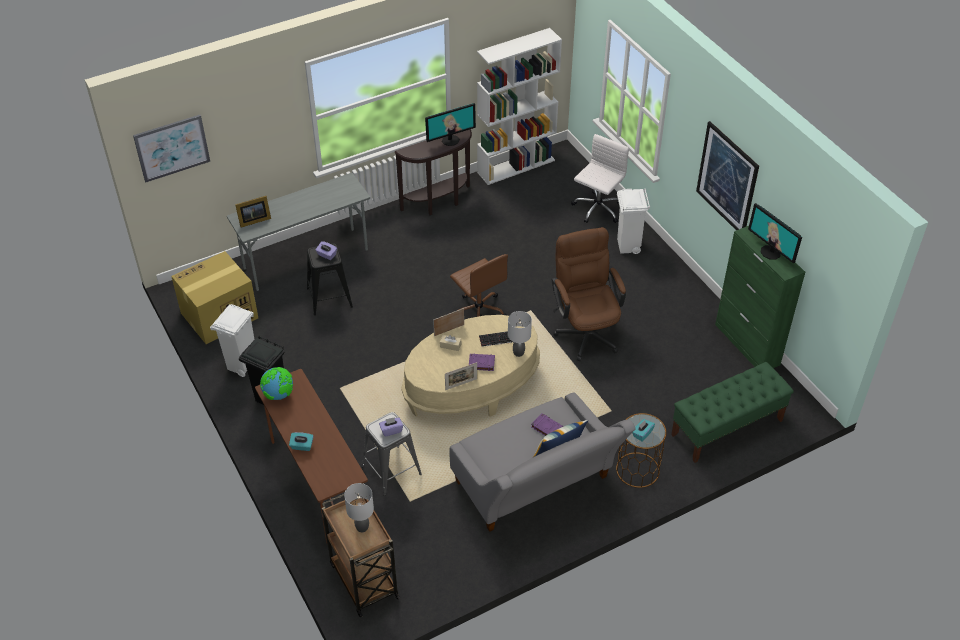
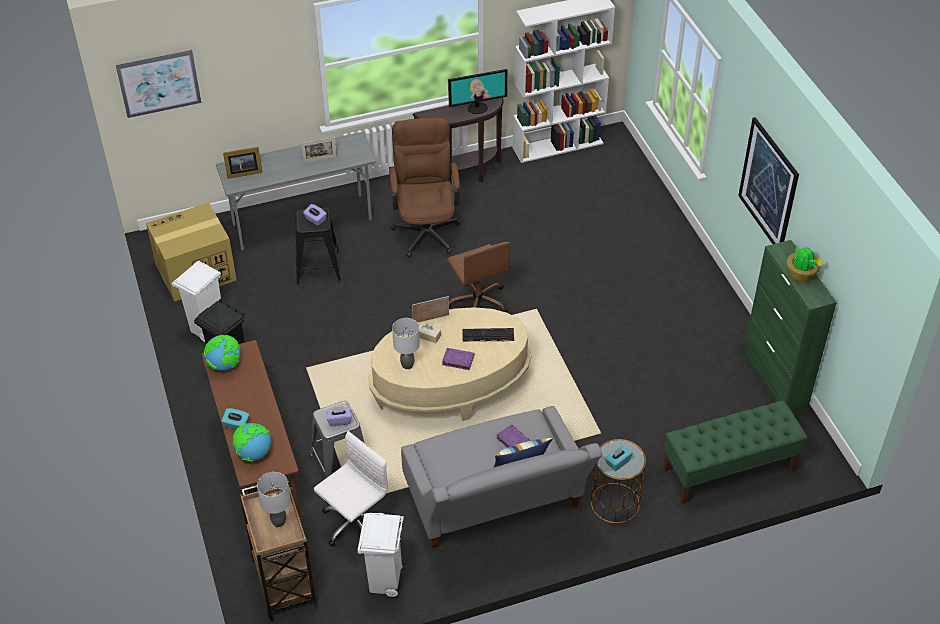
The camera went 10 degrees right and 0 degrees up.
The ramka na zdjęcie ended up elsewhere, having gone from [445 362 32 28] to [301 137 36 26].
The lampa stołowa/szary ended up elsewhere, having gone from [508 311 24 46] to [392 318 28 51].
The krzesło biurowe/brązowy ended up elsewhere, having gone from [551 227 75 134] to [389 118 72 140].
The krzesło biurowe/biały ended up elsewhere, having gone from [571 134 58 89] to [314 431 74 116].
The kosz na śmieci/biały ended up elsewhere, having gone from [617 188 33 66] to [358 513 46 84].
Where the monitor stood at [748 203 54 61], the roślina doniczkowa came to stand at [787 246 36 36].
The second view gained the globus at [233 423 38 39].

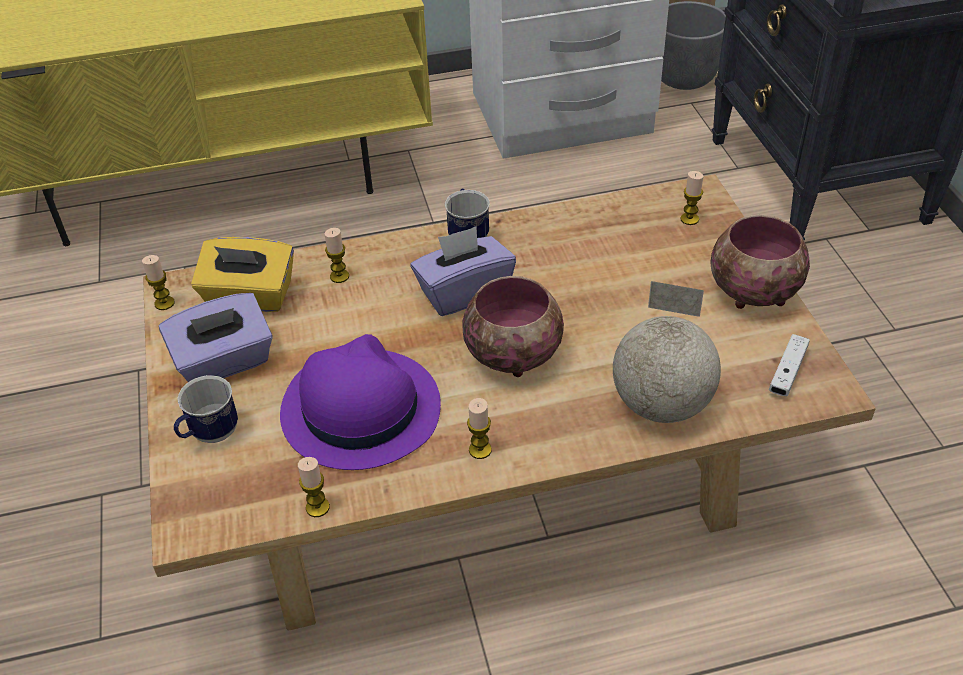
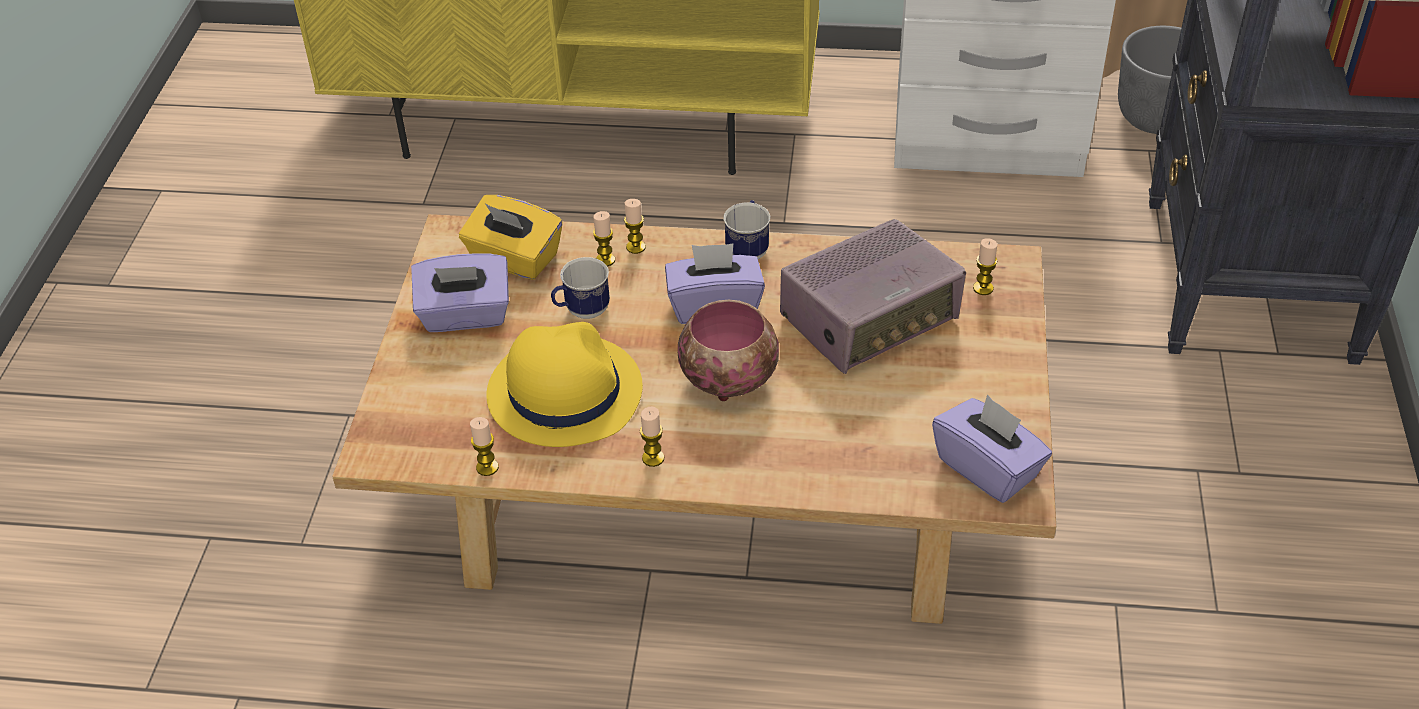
The camera went 20 degrees right and 0 degrees up.
The świeca ended up elsewhere, having gone from [142 255 33 55] to [624 199 22 55].
The kubek ended up elsewhere, having gone from [174 375 64 68] to [551 257 59 62].
What was the kapelusz/fioletowy at [280 334 161 136] turned into the kapelusz/żółty at [486 322 157 125].
The second view lost the globus at [613 281 108 142].
The second view lost the miska at [710 215 100 94].
Where the pad do gier/biały stood at [769 334 41 62], the pudełko chusteczek/fioletowy came to stand at [932 394 120 109].
The second view gained the radio at [780 219 186 155].

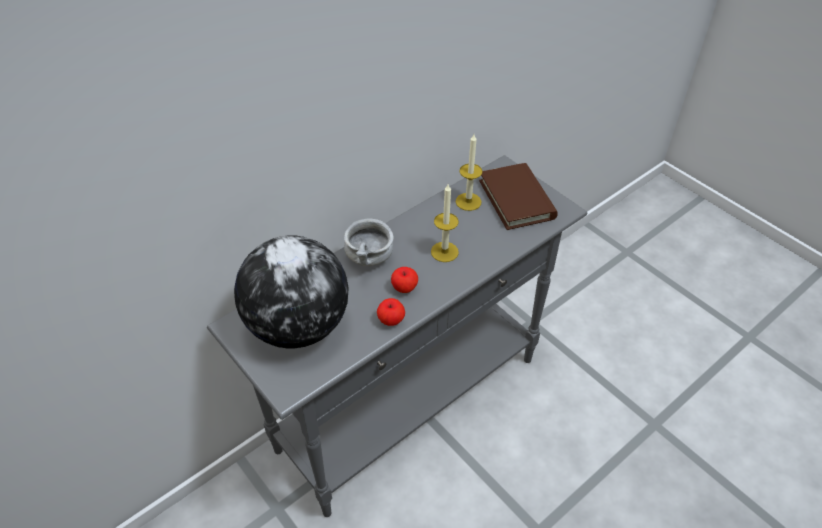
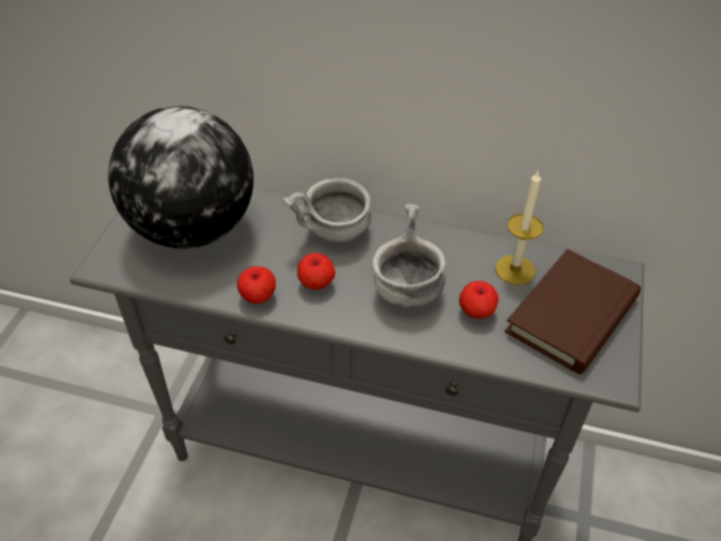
The camera went 55 degrees right and 0 degrees up.
Where the świeca stood at [431 184 28 78], the miska/szary came to stand at [372 204 74 104].
The second view gained the jabłko at [459 281 40 38].

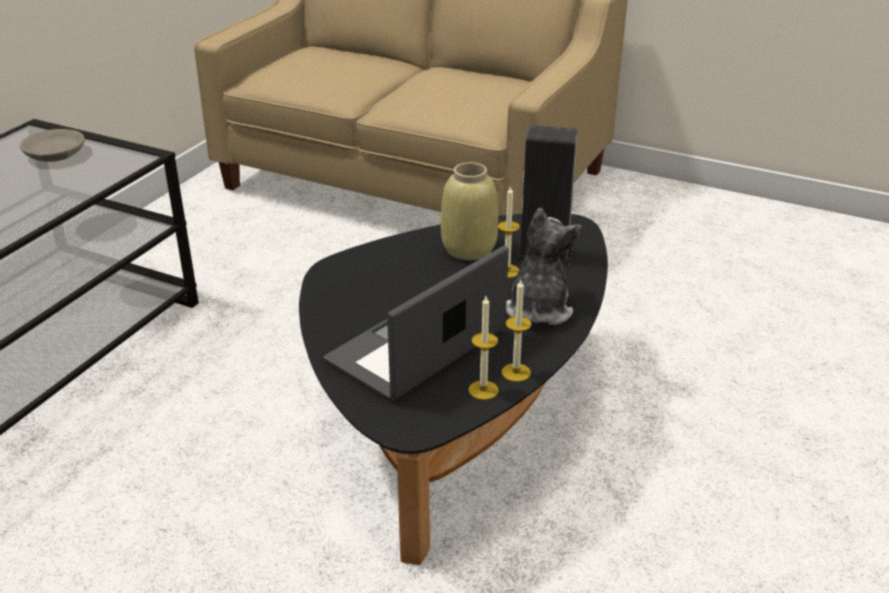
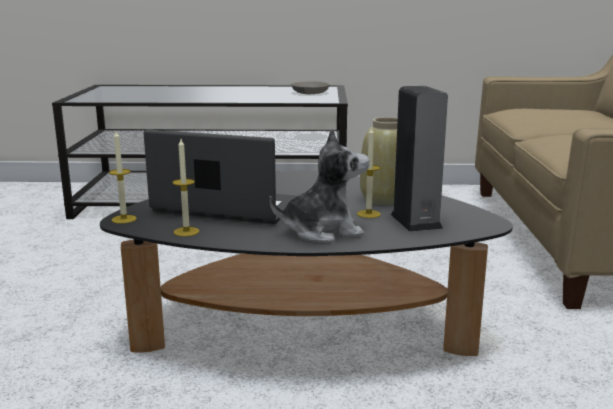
The camera went 65 degrees right and 15 degrees down.
The świeca ended up elsewhere, having gone from [501 280 31 102] to [109 131 27 93].

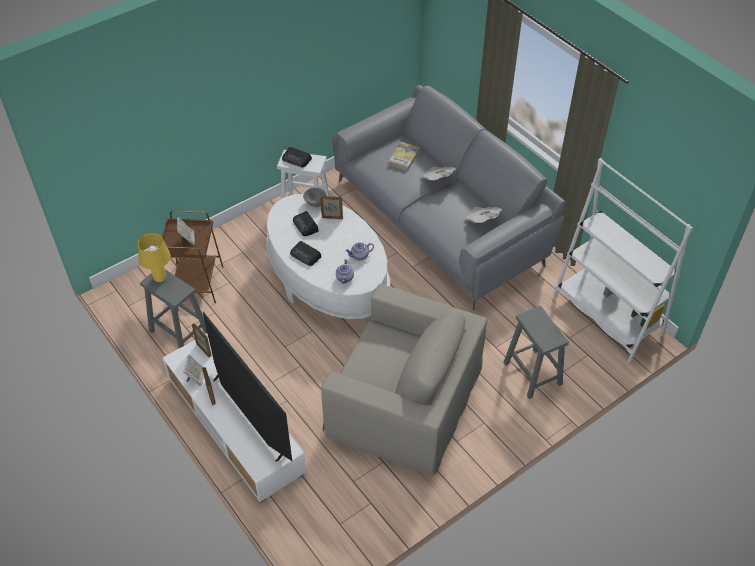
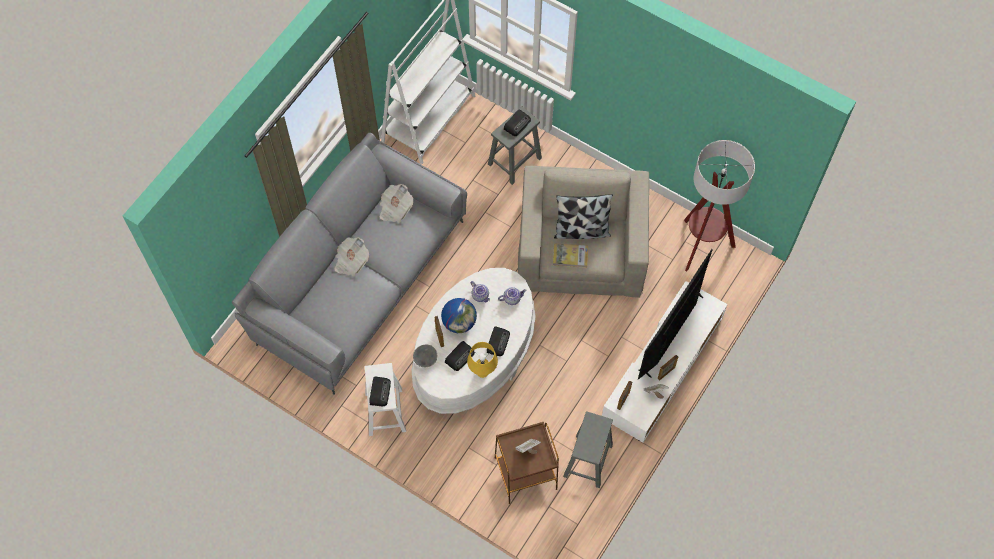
The camera went 110 degrees left and 15 degrees up.
The lampa stołowa/żółty ended up elsewhere, having gone from [138 233 33 49] to [467 342 31 36].
The książka ended up elsewhere, having gone from [388 142 32 29] to [553 244 35 24].
The second view gained the globus at [441 298 36 35].
The second view gained the radio at [504 109 27 27].
The second view gained the poduszka at [554 194 59 45].
The second view gained the lampa stojąca at [684 140 71 131].

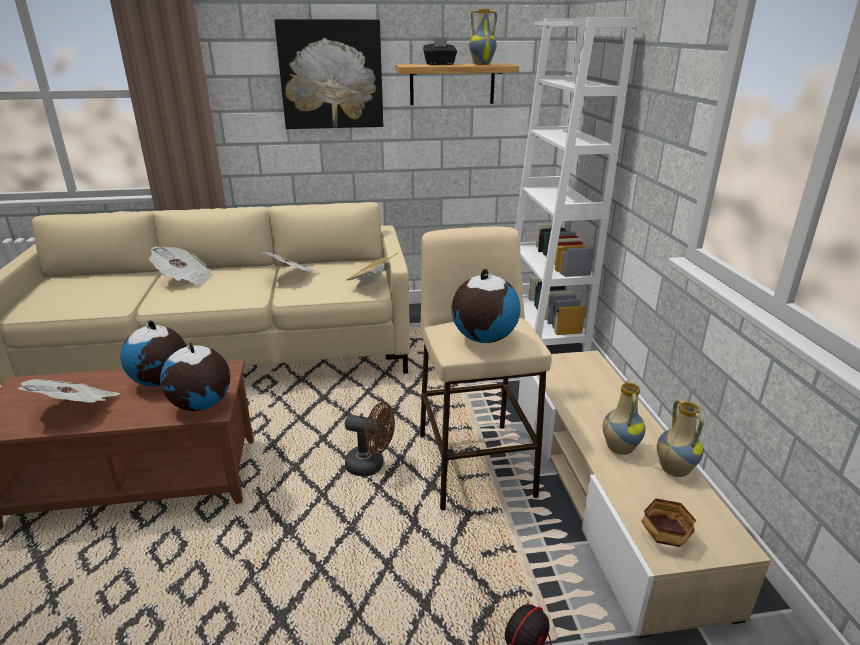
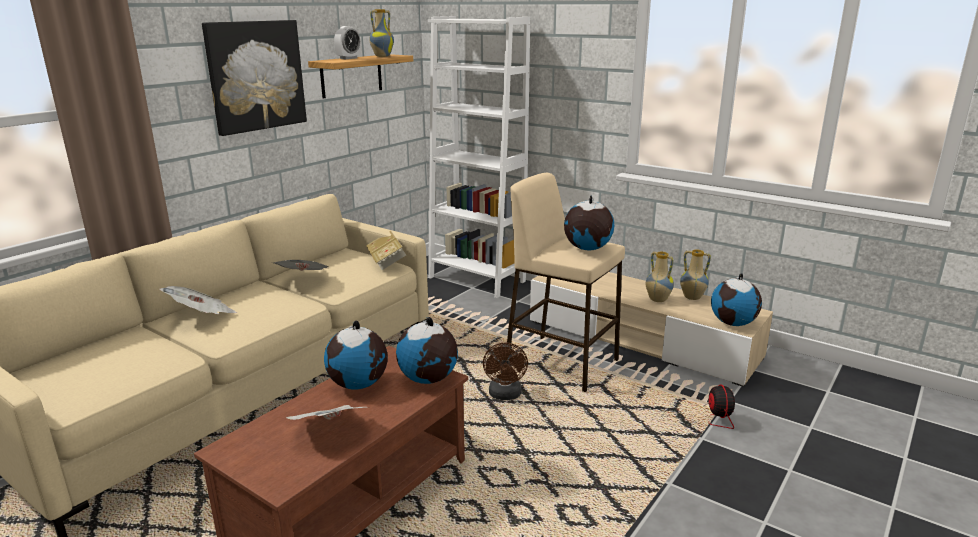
The camera went 45 degrees left and 5 degrees down.
The wentylator/brązowy at [345 402 50 74] ended up facing another way, 120 degrees clockwise from before.
Where the pudełko chusteczek/czarny stood at [423 37 34 28], the budzik came to stand at [334 26 27 33].
Where the miska stood at [641 499 56 48], the globus came to stand at [711 273 51 53].

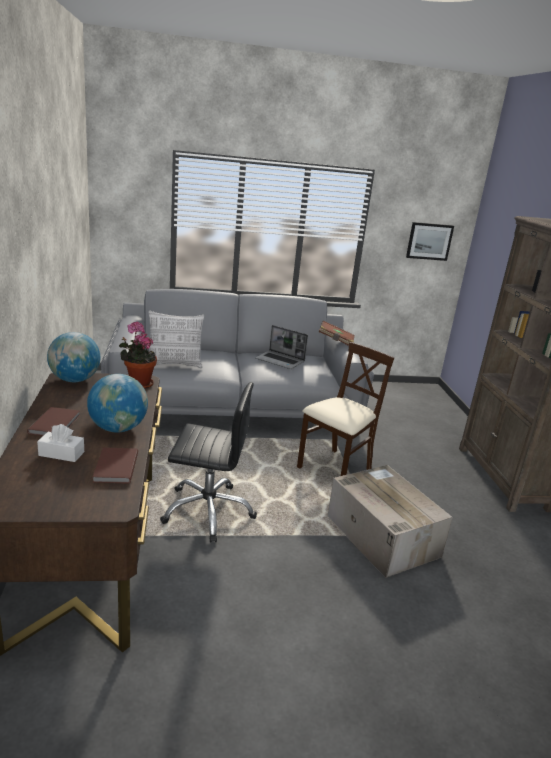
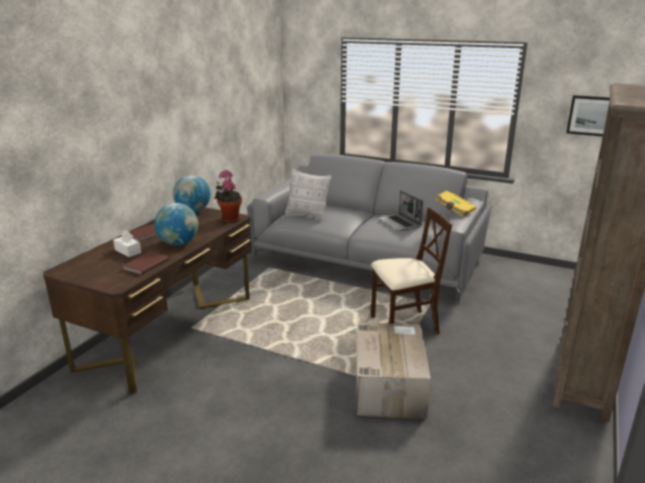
The camera went 35 degrees right and 0 degrees up.
The second view lost the krzesło biurowe/czarny at [160 382 97 161].
What was the książka/brązowy at [319 321 36 25] turned into the książka/żółty at [435 190 41 27].

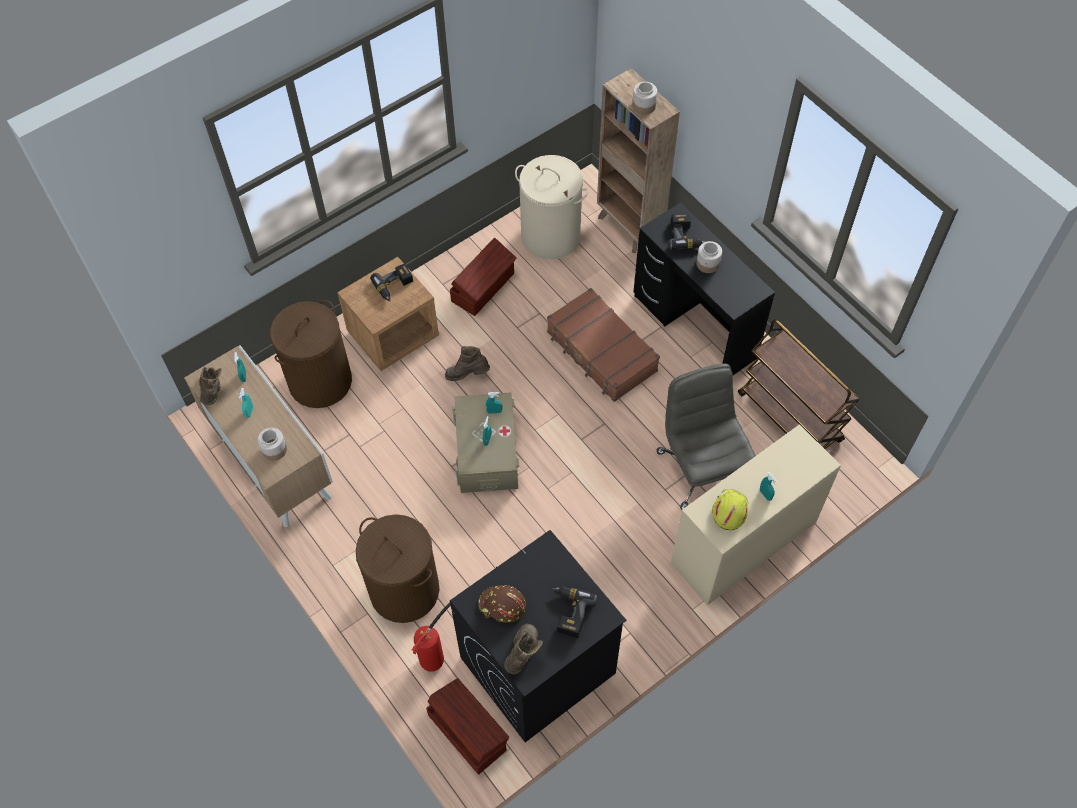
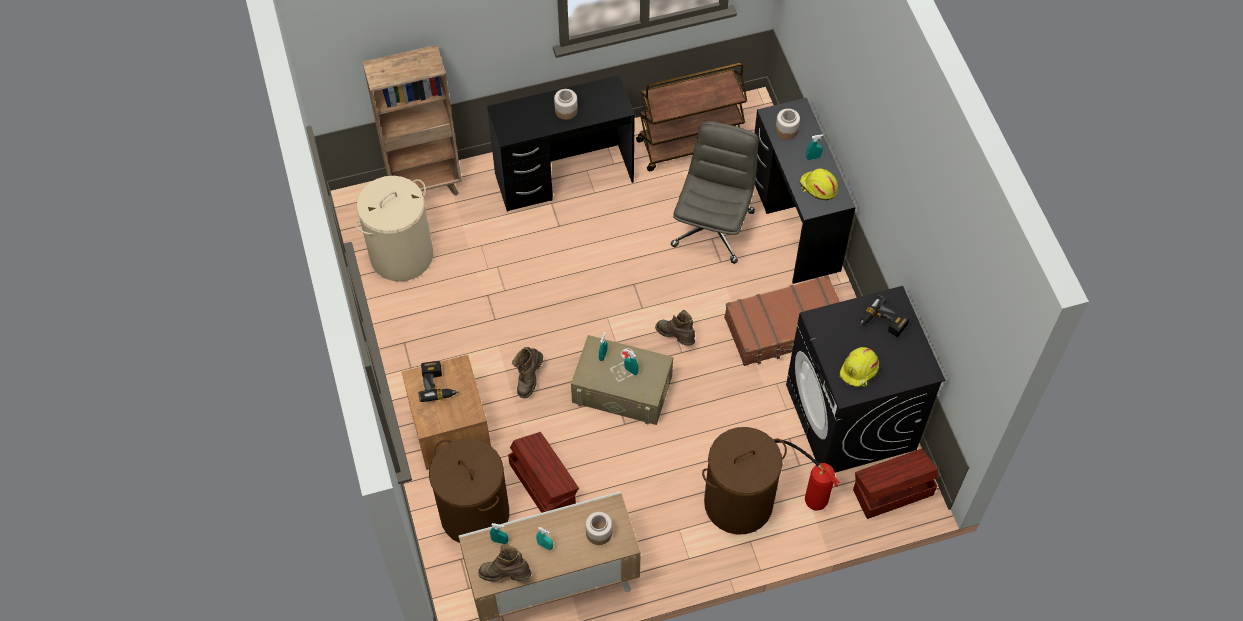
The camera went 70 degrees left and 0 degrees up.
The pojemnik do przechowywania/brązowy ended up elsewhere, having gone from [450 238 67 78] to [508 432 71 81].
What was the kask/brązowy at [479 585 47 37] turned into the kask/żółty at [839 347 40 40].
The but z cholewką/brązowy ended up elsewhere, having gone from [504 624 39 51] to [655 310 40 36].
The walizka/brązowy ended up elsewhere, having gone from [547 288 113 114] to [724 275 116 91].
The słoik ended up elsewhere, having gone from [632 82 25 33] to [775 109 25 31].
The krzesło biurowe/szary at [657 364 99 146] ended up facing another way, 105 degrees clockwise from before.
The second view lost the wiertarka at [669 214 36 35].
What was the biurko/beżowy at [671 424 170 181] turned into the biurko/czarny at [754 98 102 186].

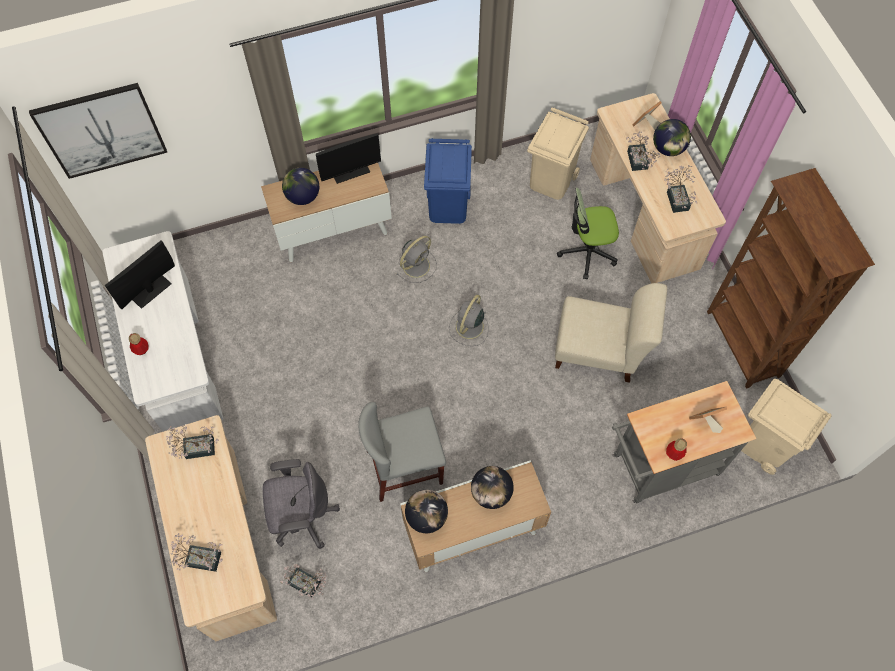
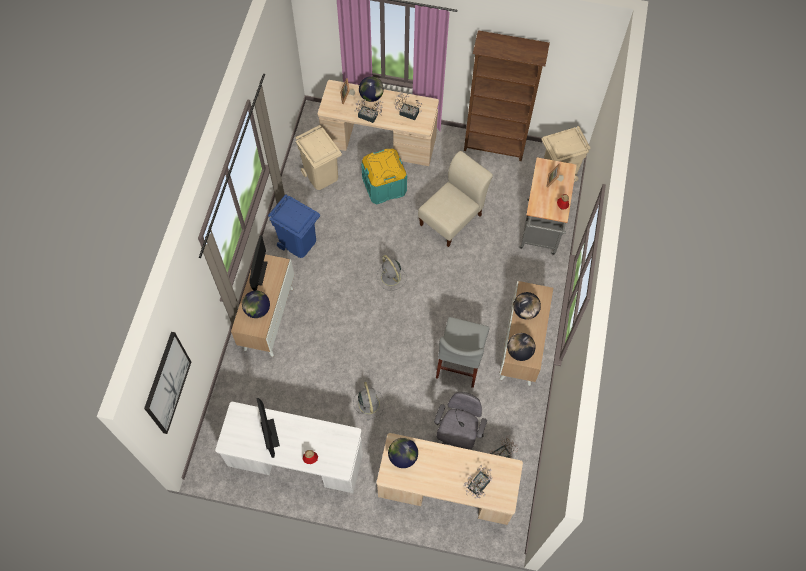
The camera went 60 degrees left and 0 degrees up.
Where the roślina doniczkowa stood at [166 424 53 35], the globus came to stand at [388 438 30 30].
The wentylator/szary ended up elsewhere, having gone from [396 236 41 47] to [353 382 31 39].
Where the krzesło biurowe stood at [557 188 62 91], the pojemnik do przechowywania/turkusowy came to stand at [361 149 46 55].

